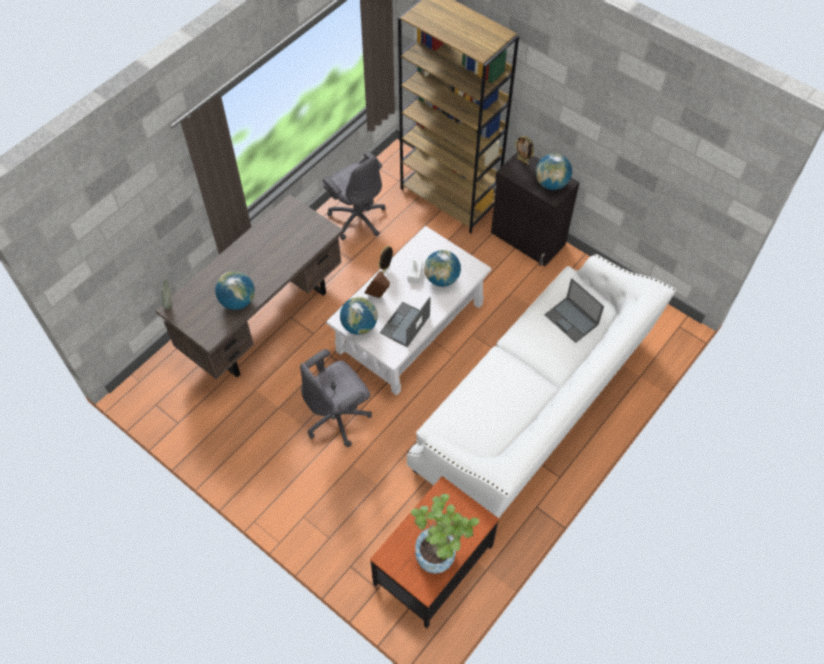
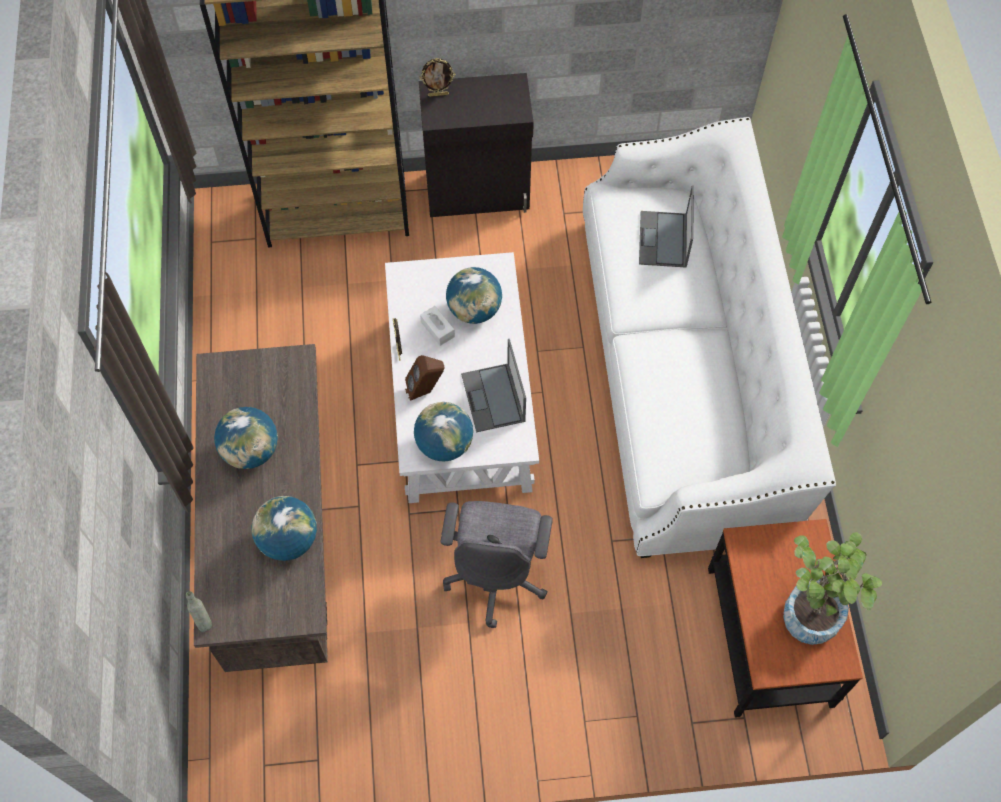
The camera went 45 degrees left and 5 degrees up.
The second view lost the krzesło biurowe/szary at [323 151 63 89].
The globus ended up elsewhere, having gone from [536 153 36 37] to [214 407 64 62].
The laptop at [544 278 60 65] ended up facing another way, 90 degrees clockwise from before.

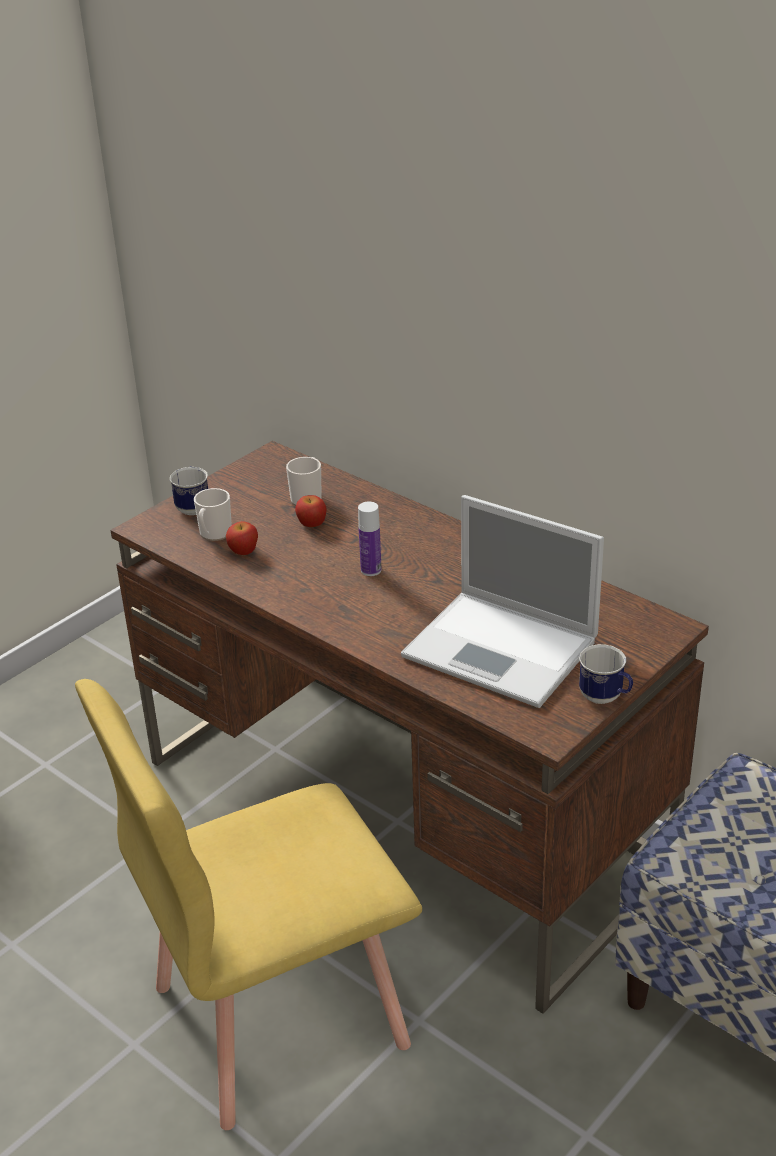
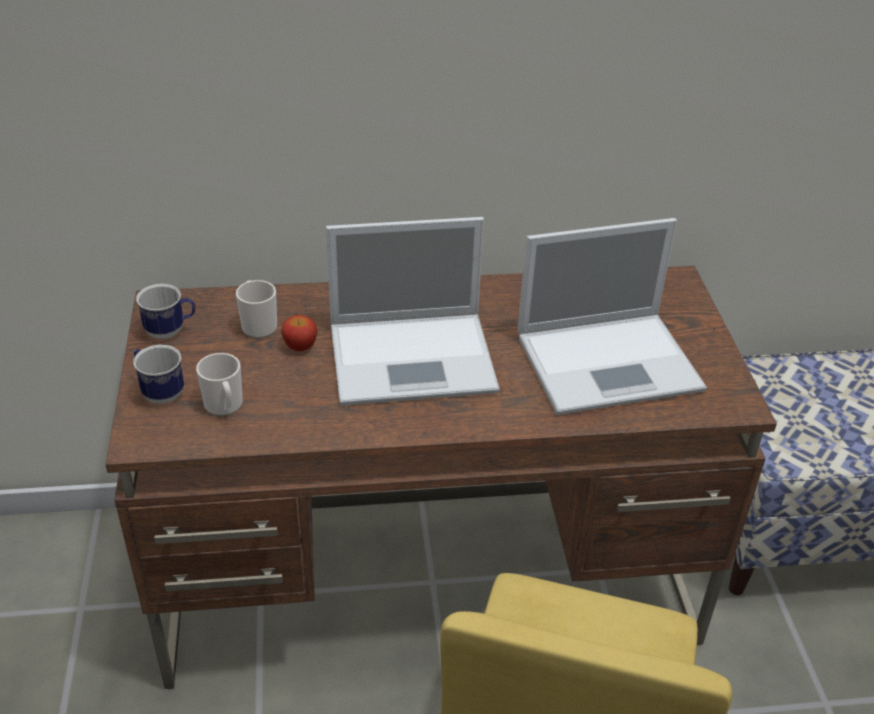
The camera went 50 degrees left and 5 degrees up.
The second view lost the jabłko at [226 521 32 34].
Where the butelka stood at [358 502 24 74], the laptop came to stand at [326 217 174 189].
The kubek ended up elsewhere, having gone from [579 644 54 60] to [136 284 59 55].

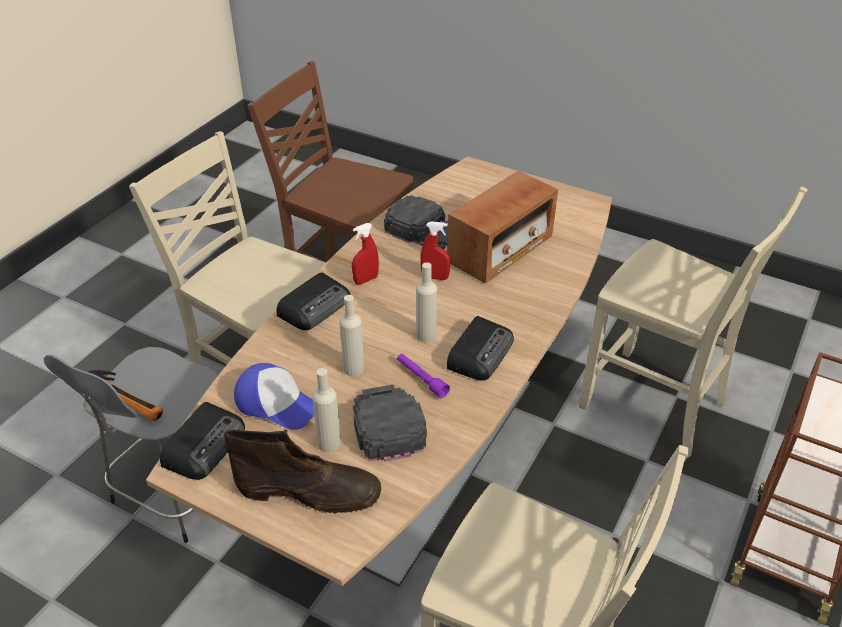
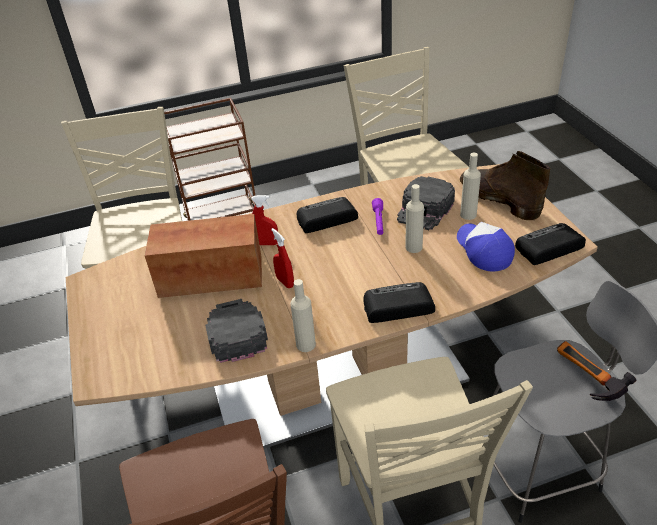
The camera went 135 degrees left and 0 degrees up.
The spryskiwacz/czerwony ended up elsewhere, having gone from [352 223 27 62] to [251 195 27 50].
The butelka/beżowy ended up elsewhere, having gone from [416 262 21 81] to [290 279 26 73].

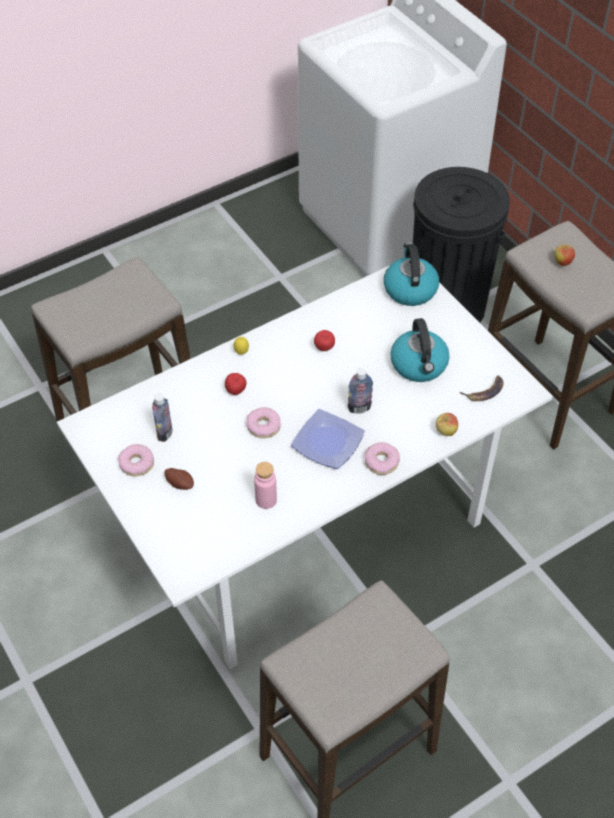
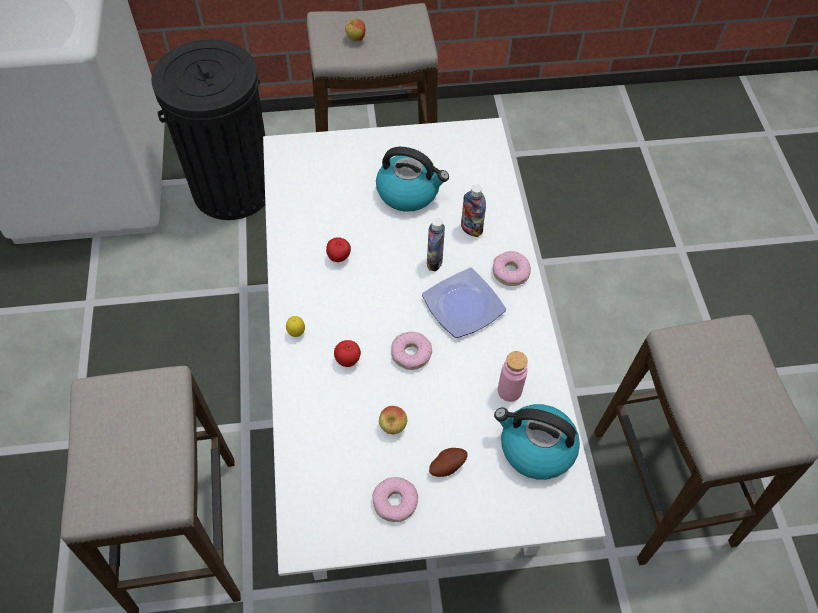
The camera went 65 degrees left and 5 degrees up.
The butelka ended up elsewhere, having gone from [152 393 20 49] to [461 185 25 52].
The czajnik ended up elsewhere, having gone from [384 242 55 64] to [494 404 86 76].
The jabłko ended up elsewhere, having gone from [436 413 22 23] to [379 406 28 28].
The second view lost the banan at [460 375 43 26].

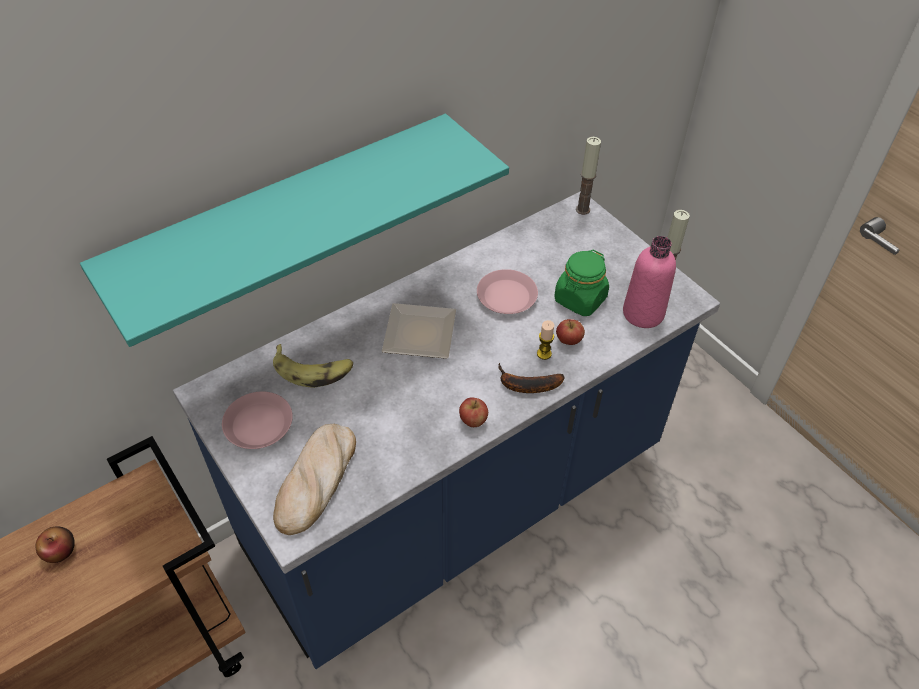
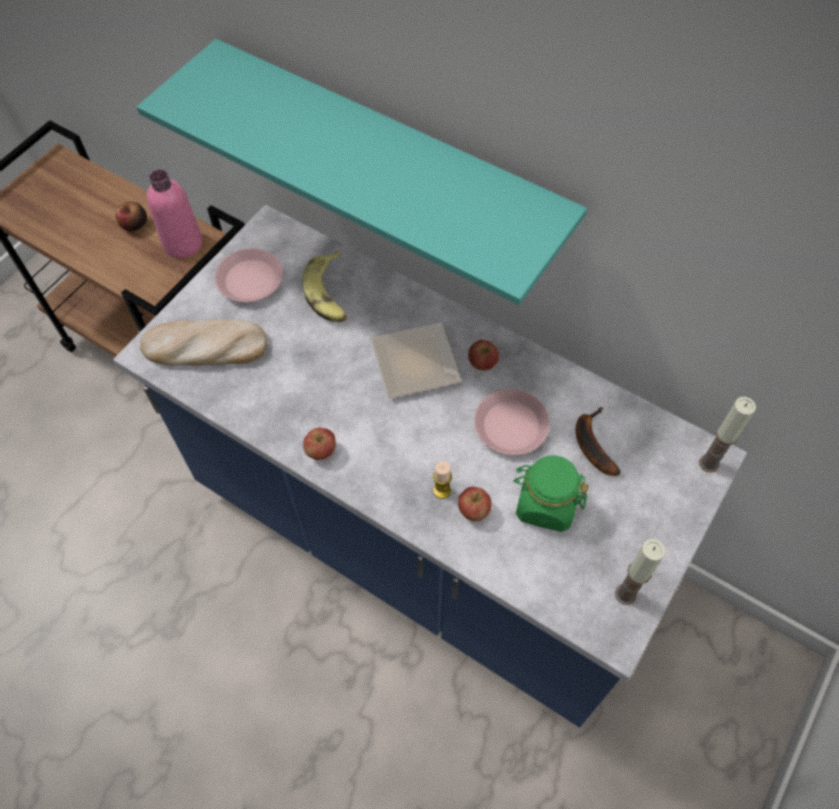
The camera went 70 degrees right and 10 degrees up.
The banan ended up elsewhere, having gone from [498 363 67 30] to [576 407 45 69].
The butelka/różowy ended up elsewhere, having gone from [623 236 53 92] to [147 169 56 89].
The second view gained the jabłko at [468 340 31 31].

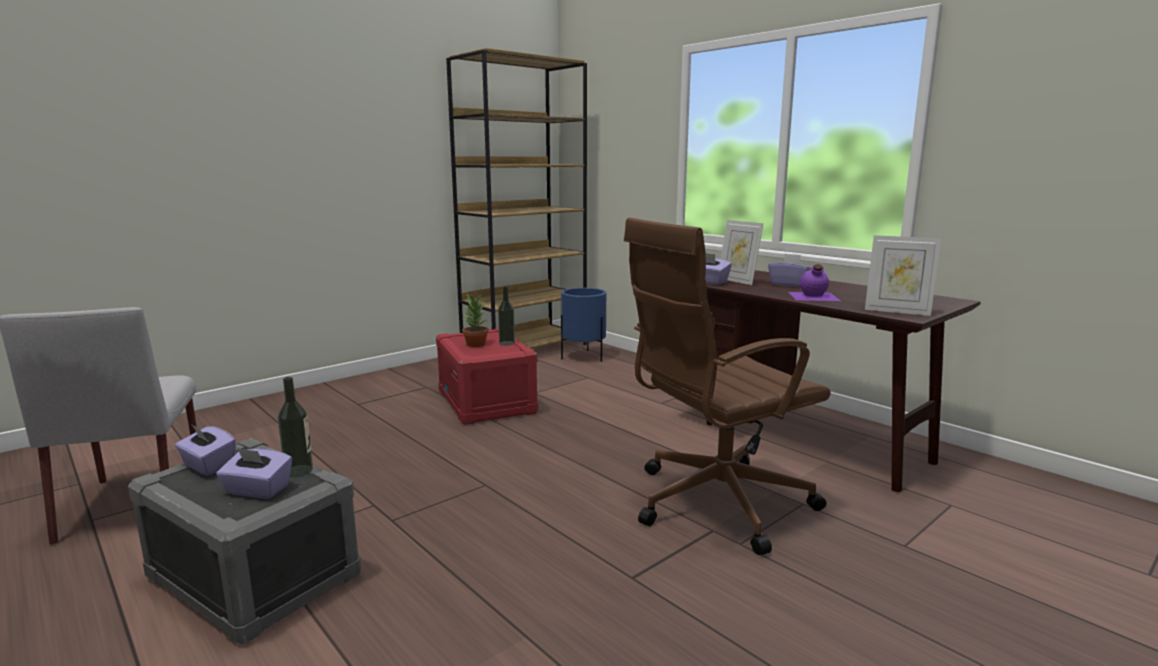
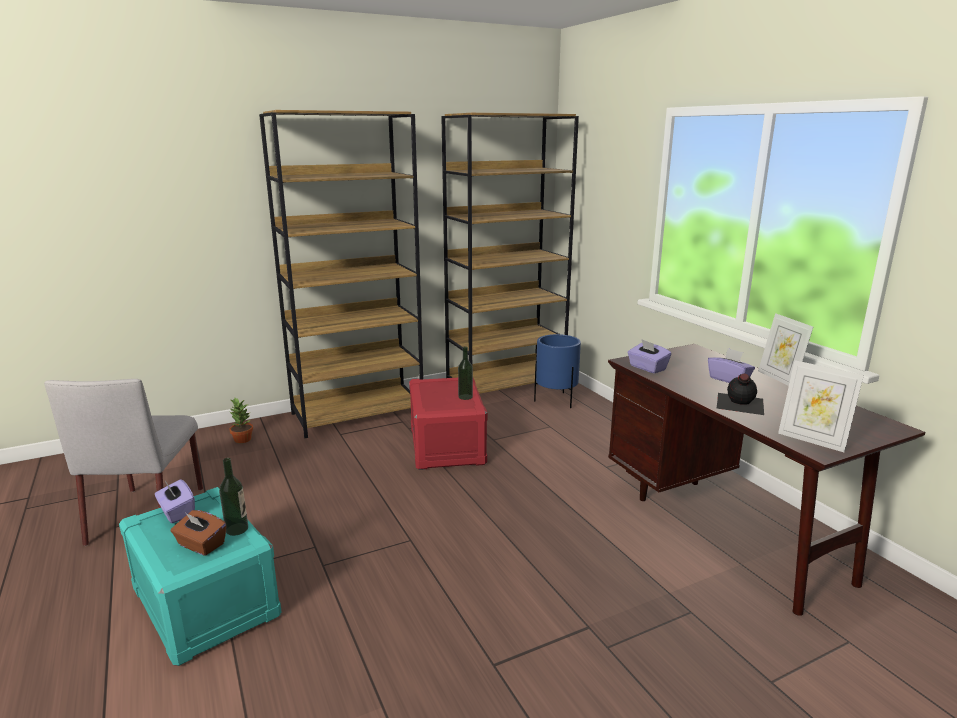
The camera went 15 degrees right and 5 degrees up.
What was the pojemnik do przechowywania/szary at [128 438 233 207] turned into the pojemnik do przechowywania/turkusowy at [119 487 163 179].
What was the pudełko chusteczek/fioletowy at [216 447 76 52] turned into the pudełko chusteczek/brązowy at [171 510 55 46].
The roślina doniczkowa ended up elsewhere, having gone from [462 294 27 53] to [230 398 23 45].
The second view lost the krzesło biurowe/brązowy at [624 218 207 337].
The ramka na zdjęcie ended up elsewhere, having gone from [720 220 43 65] to [758 313 55 73].
What was the butelka/fioletowy at [788 264 53 37] turned into the butelka/czarny at [717 374 47 41].
The second view gained the regał/brązowy at [259 110 164 328].

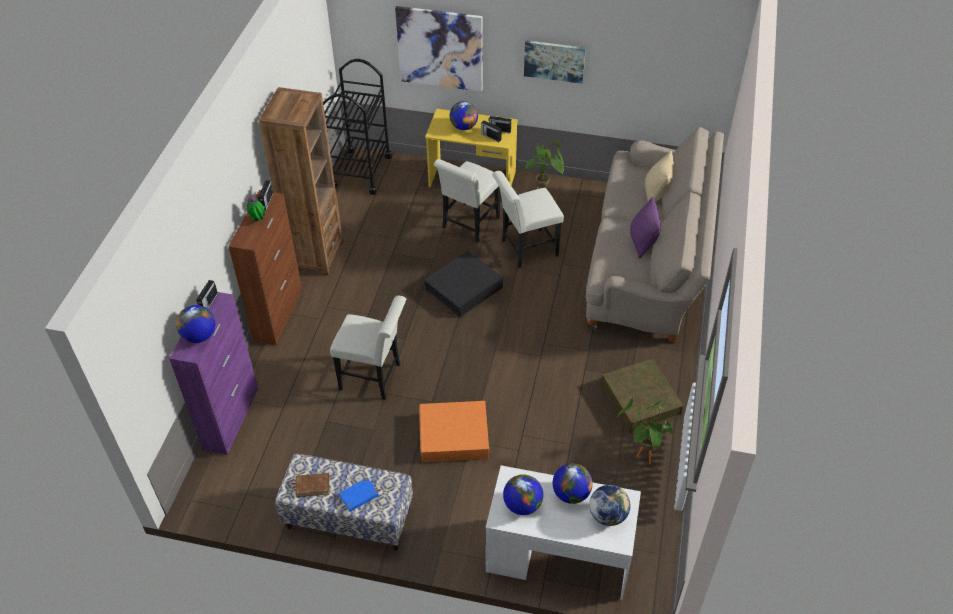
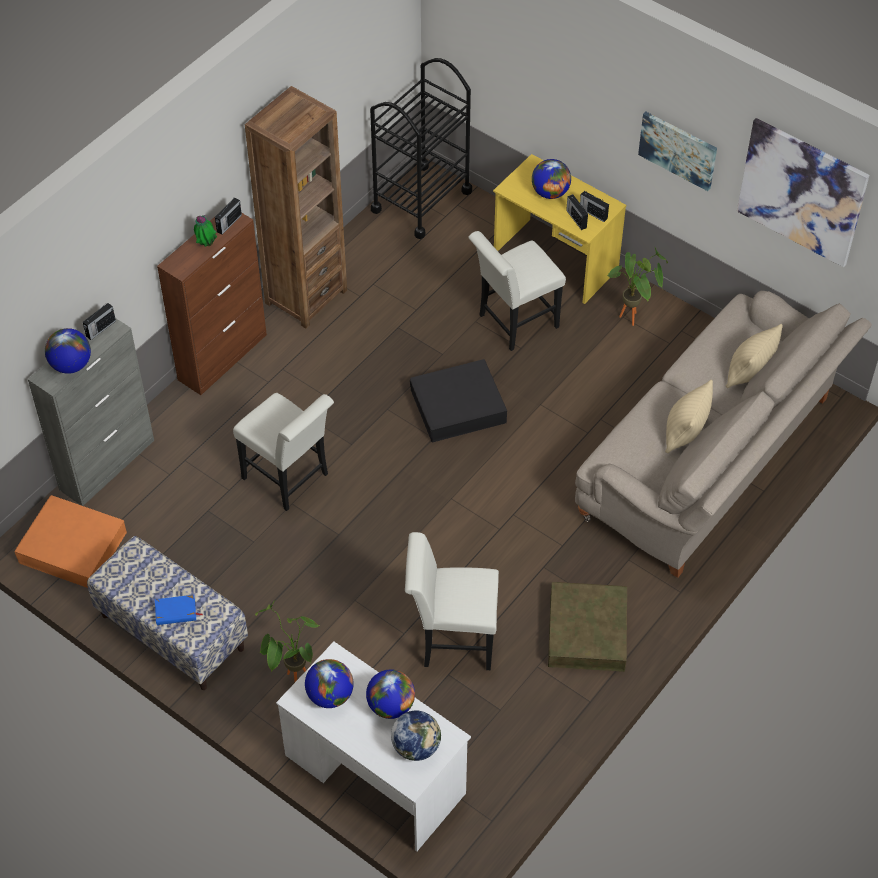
The camera went 25 degrees right and 5 degrees up.
What was the szafka/fioletowy at [169 292 89 163] turned into the szafka/szary at [28 318 126 188].
The second view lost the książka/brązowy at [291 473 38 24].
The obraz ended up elsewhere, having gone from [395 6 87 86] to [737 118 132 149].
The pojemnik do przechowywania/pomarańczowy ended up elsewhere, having gone from [419 401 70 61] to [15 495 112 93].
The krzesło/biały ended up elsewhere, having gone from [492 171 72 97] to [405 532 94 138].
The roślina doniczkowa ended up elsewhere, having gone from [618 398 56 66] to [255 600 64 82].
What was the poduszka/fioletowy at [630 197 31 61] turned into the poduszka/beżowy at [665 380 48 73].

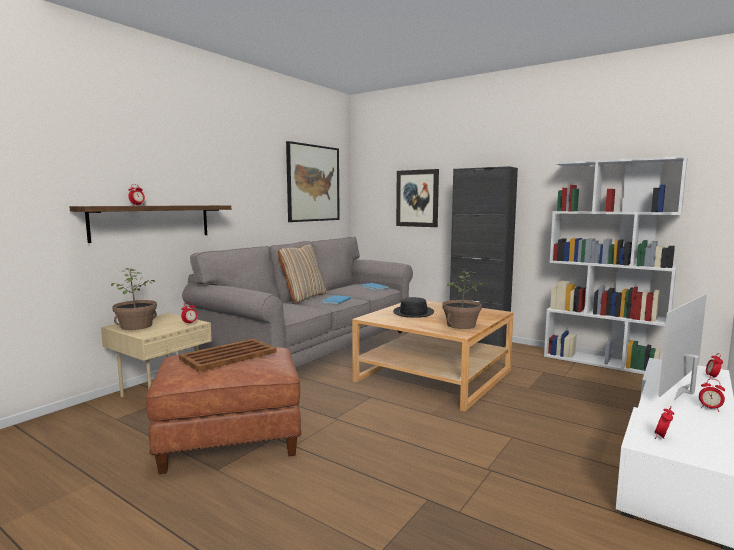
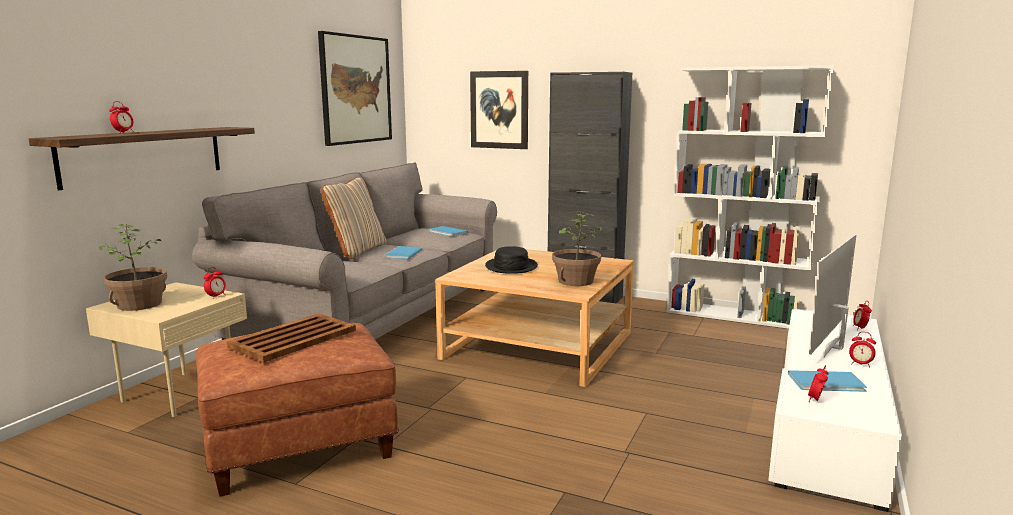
The camera went 10 degrees left and 5 degrees up.
The second view gained the książka/niebieski at [788 370 79 22].

